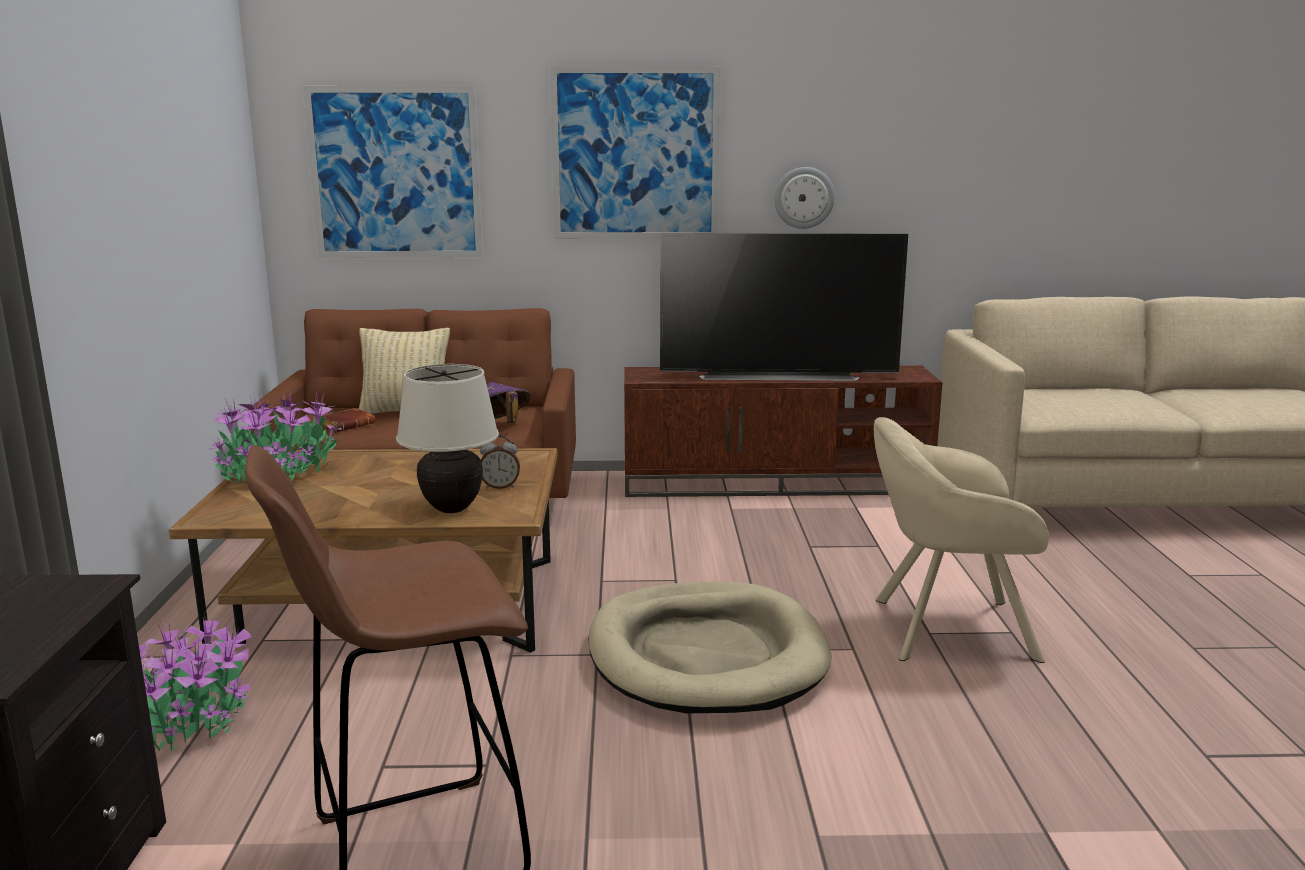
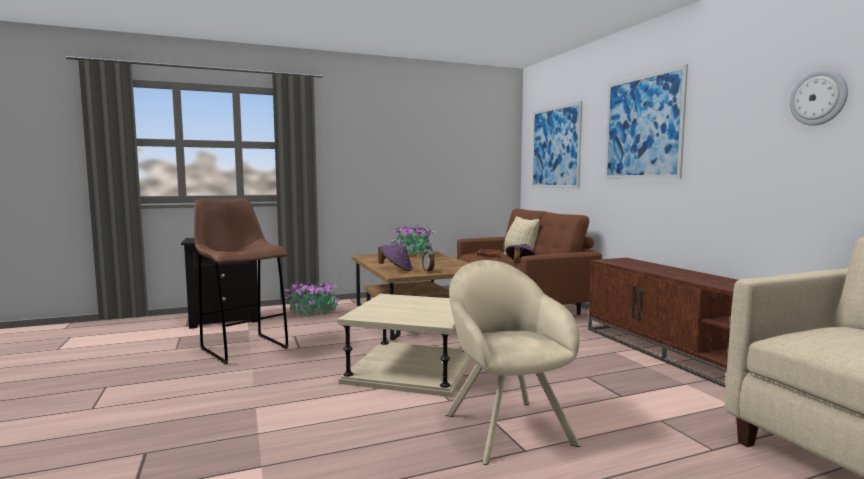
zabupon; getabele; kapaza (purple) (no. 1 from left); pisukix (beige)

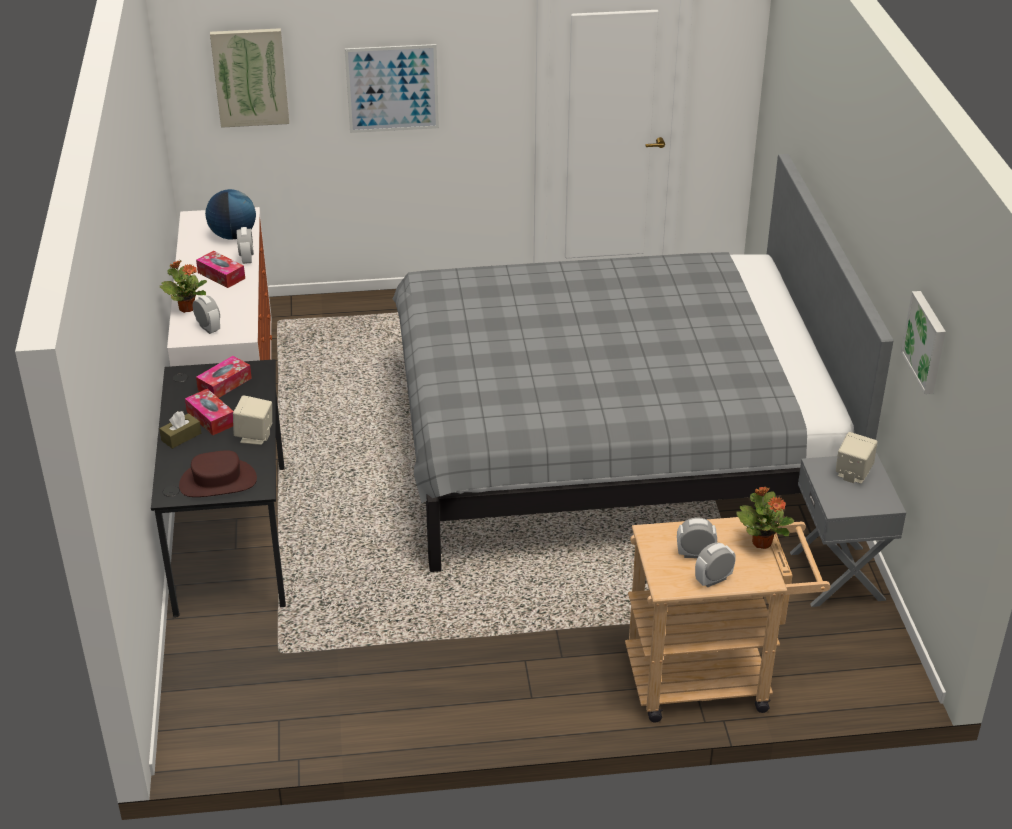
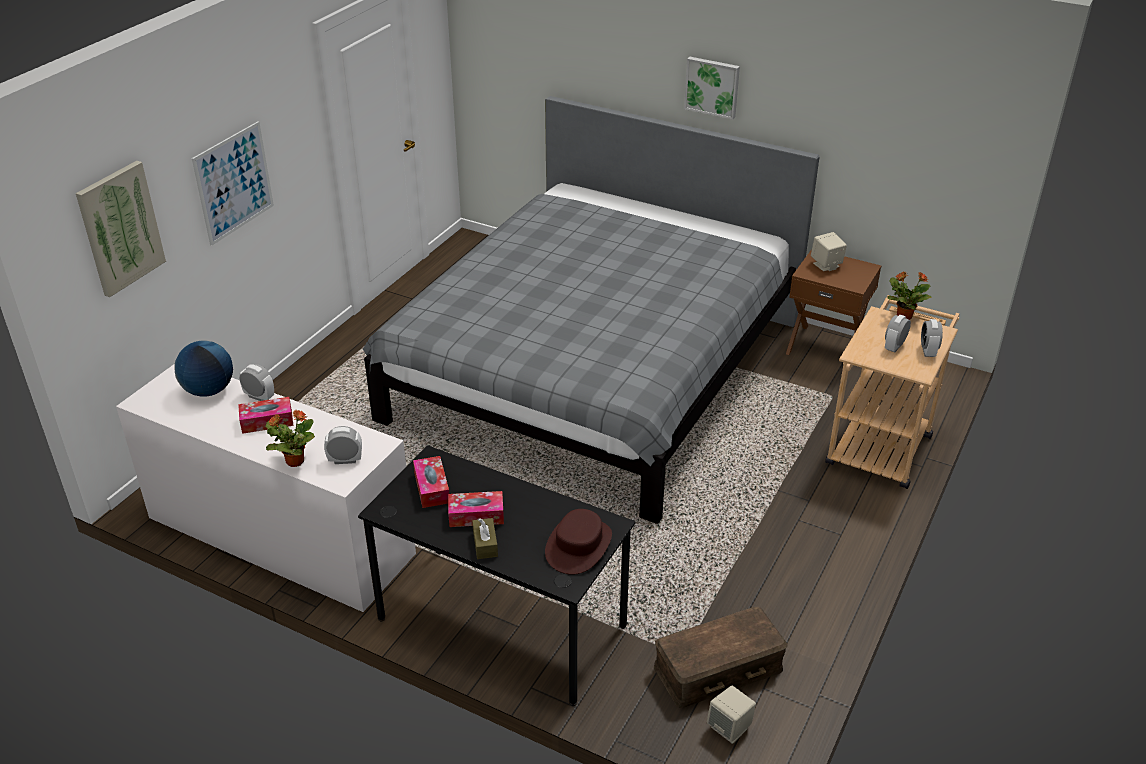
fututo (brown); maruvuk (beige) (no. 1 from left); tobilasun (no. 3 from left); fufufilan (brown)

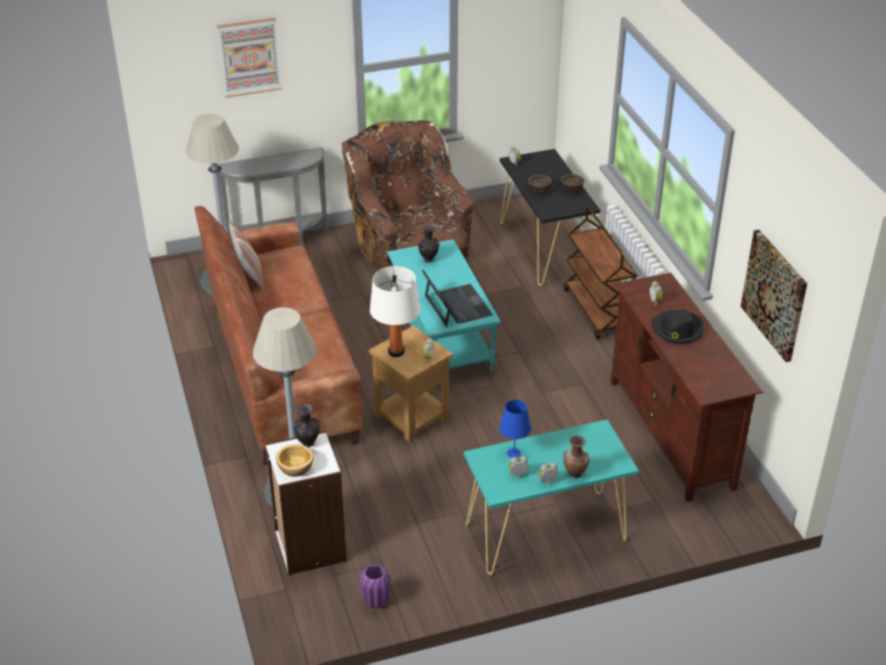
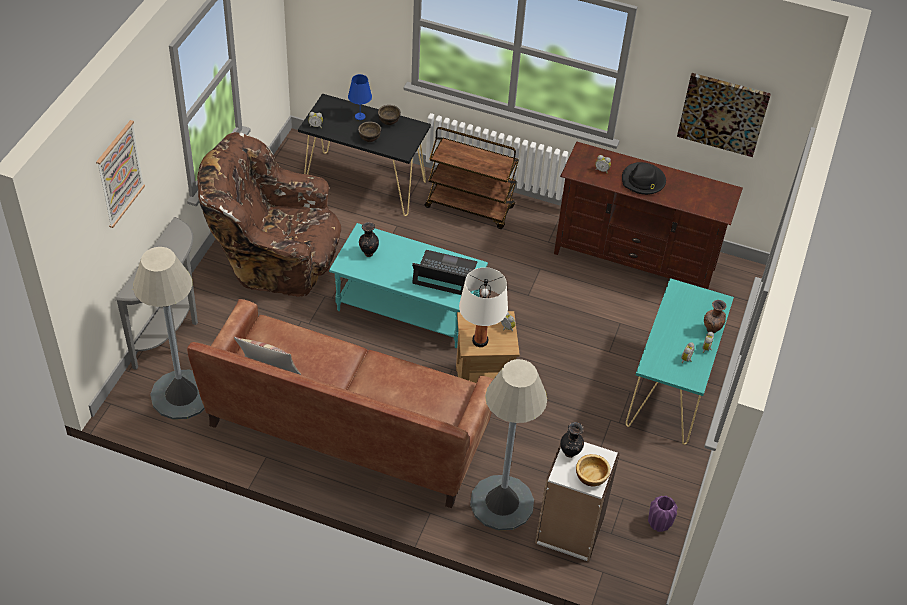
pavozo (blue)

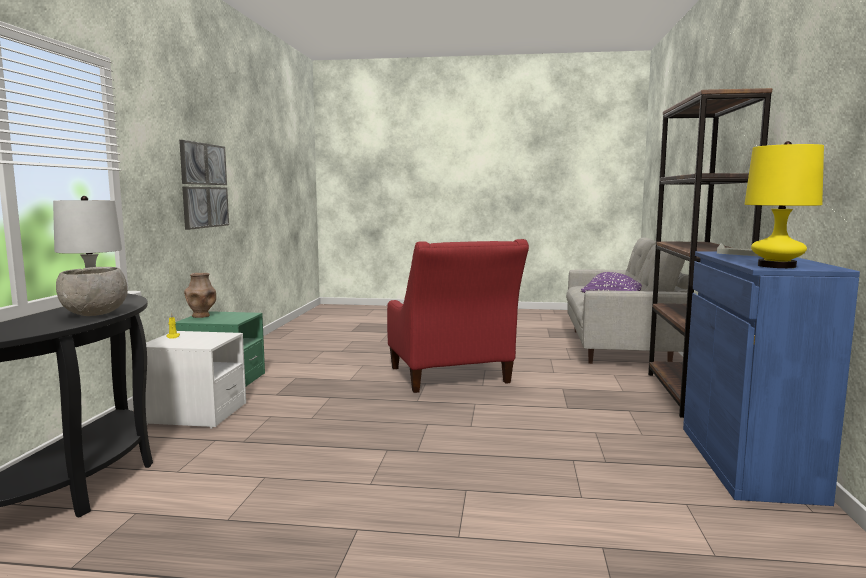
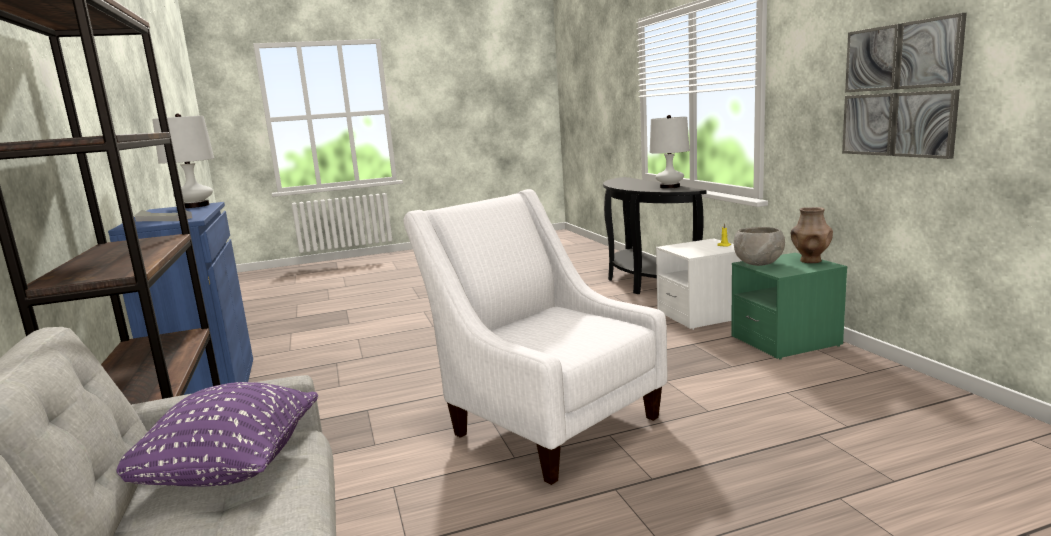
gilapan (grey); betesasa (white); pavozo (white) (no. 1 from left)

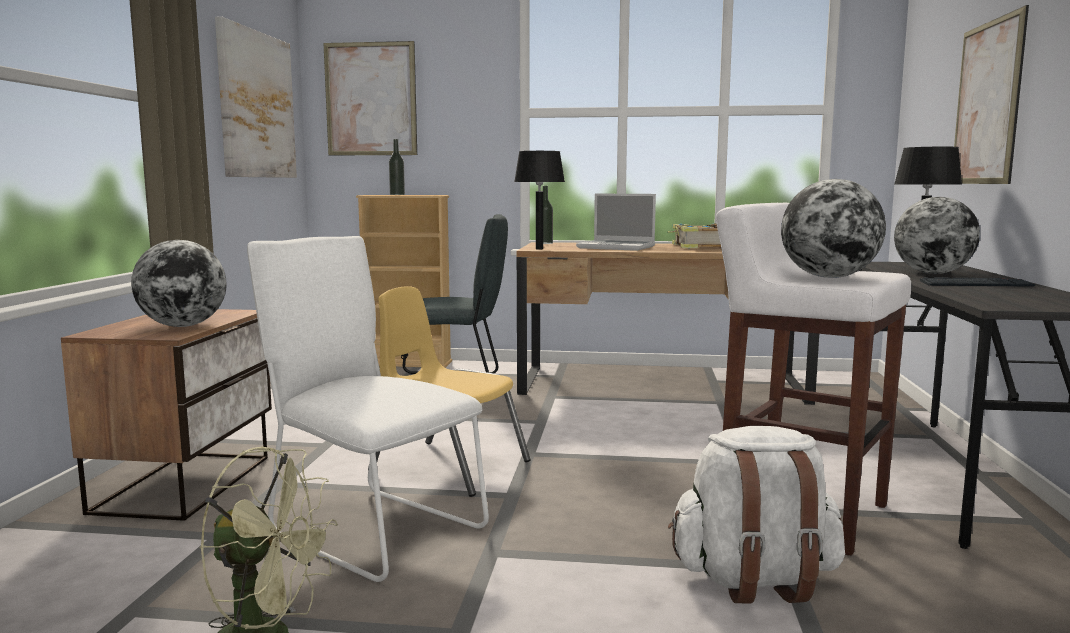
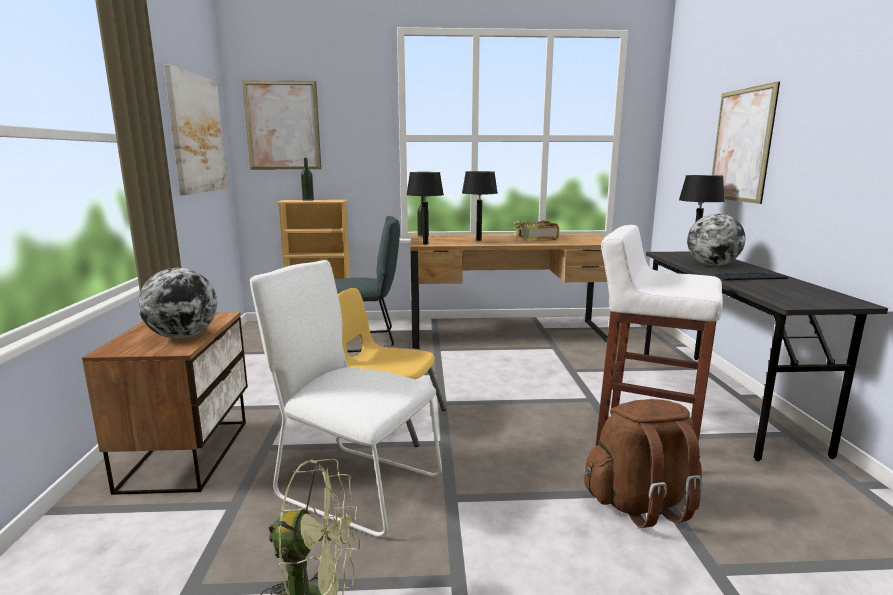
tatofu (no. 2 from left in the first image); pavozo (black) (no. 2 from left); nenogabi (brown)

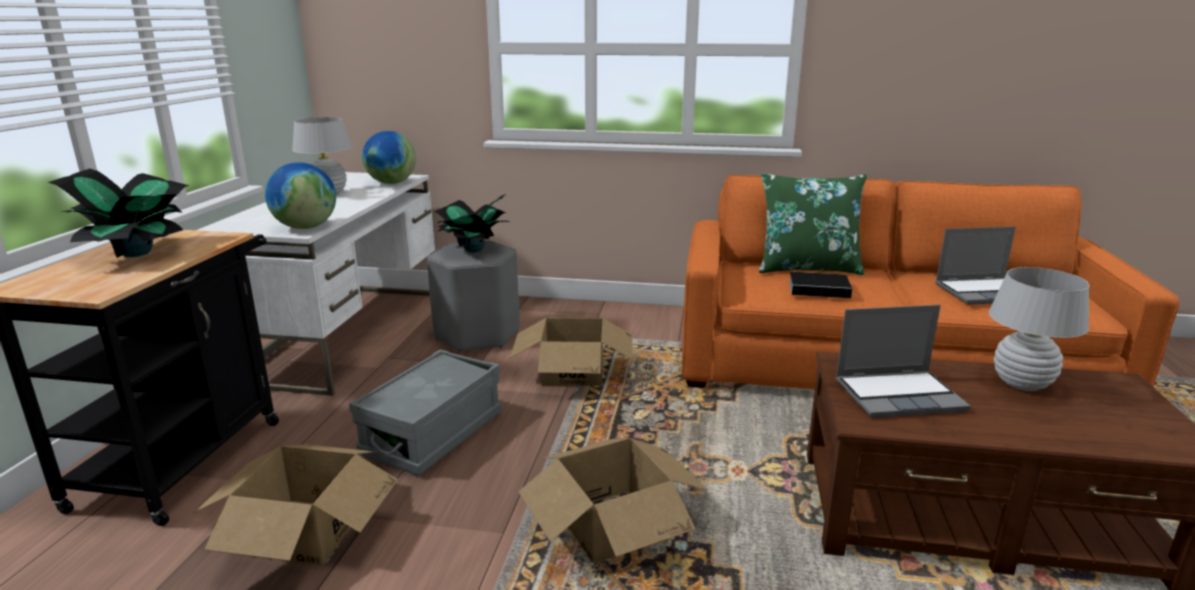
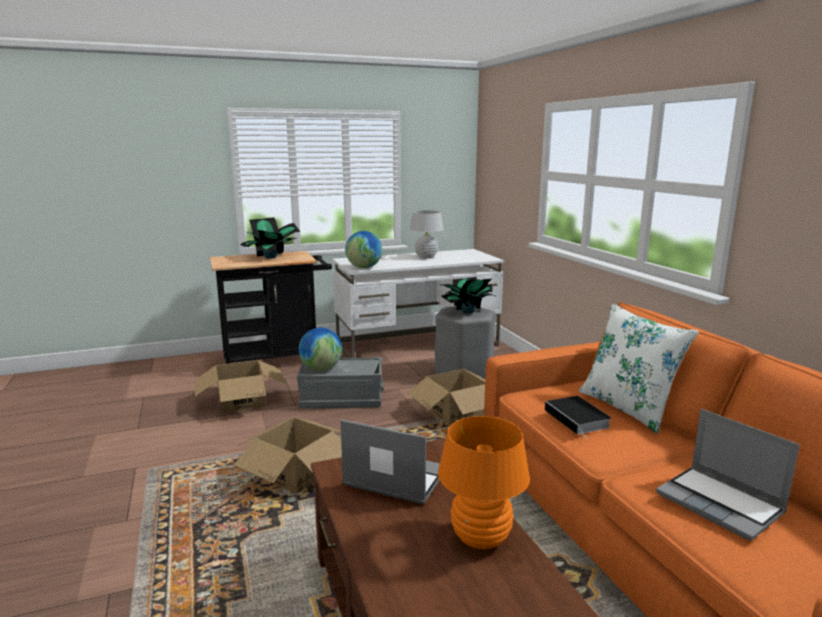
tatofu (no. 1 from left); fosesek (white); pavozo (orange); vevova (no. 1 from left)

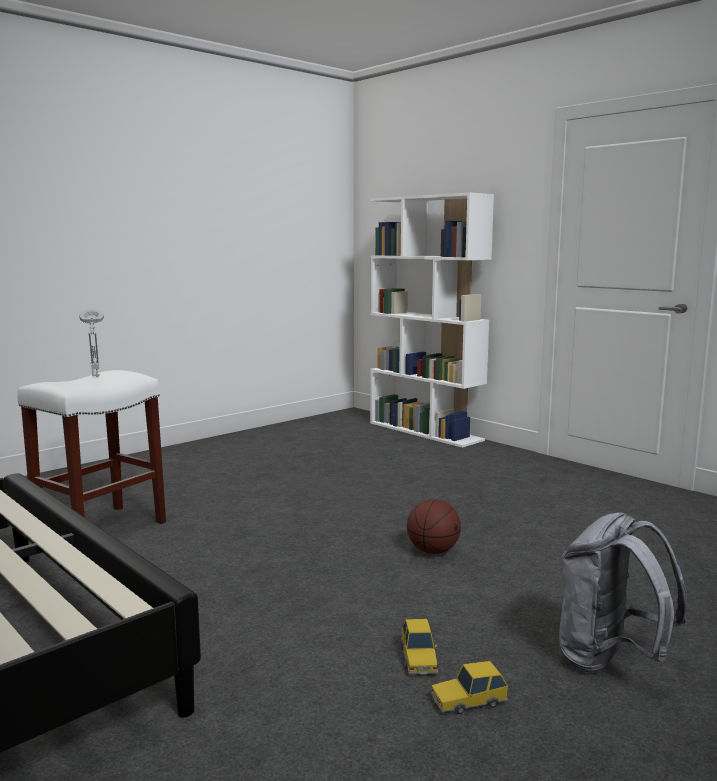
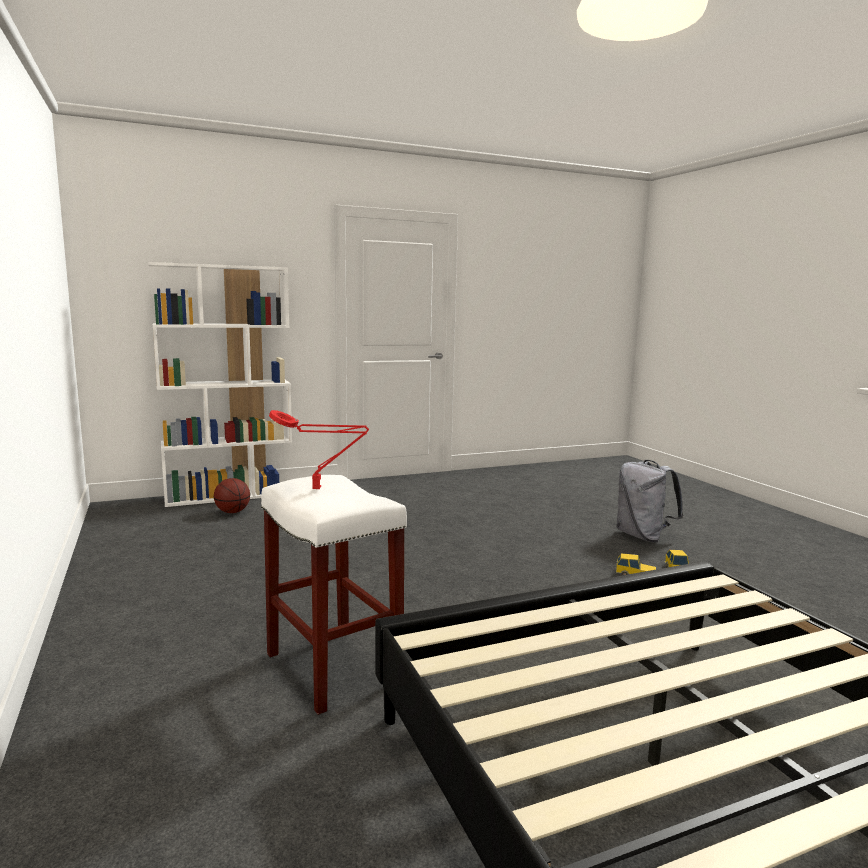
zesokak; pavozo (red)

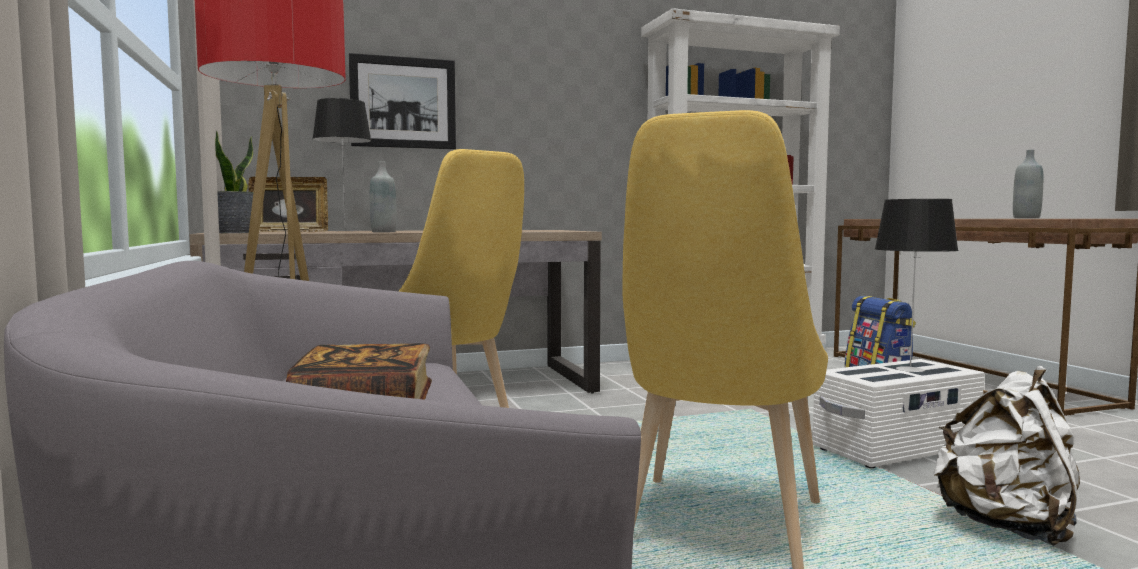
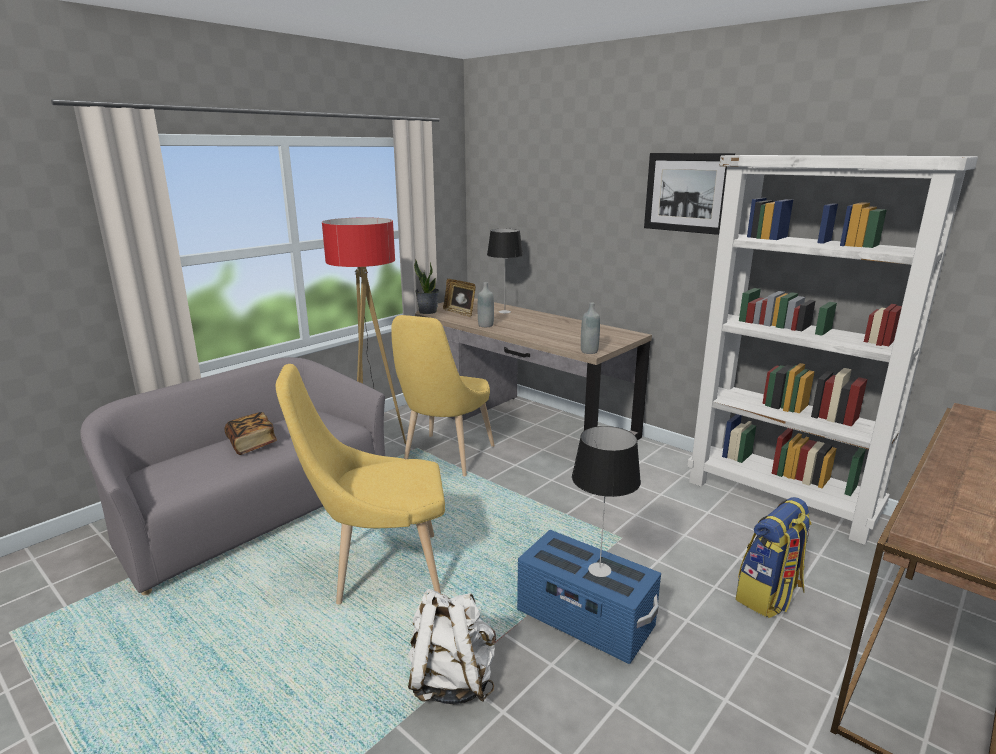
tobilasun; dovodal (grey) (no. 2 from left); fututo (blue)

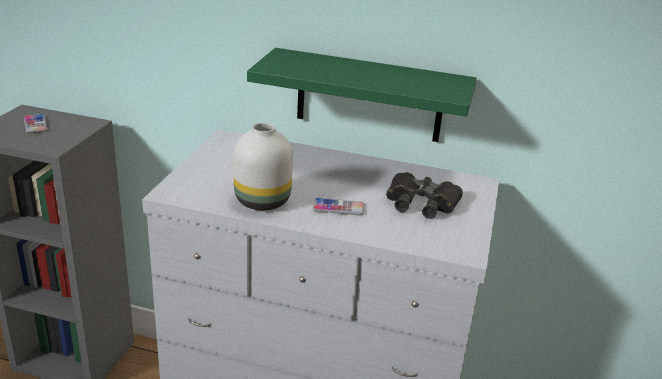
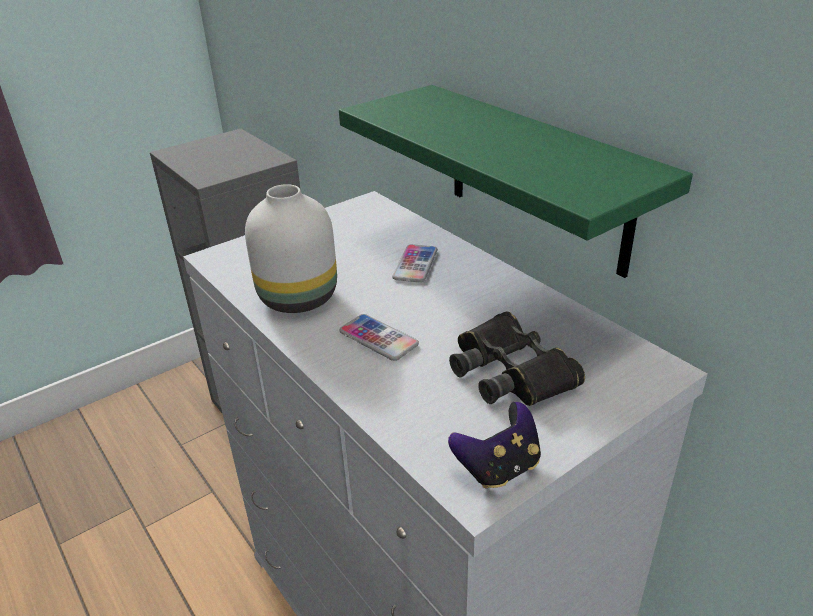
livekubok; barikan (no. 2 from left)

